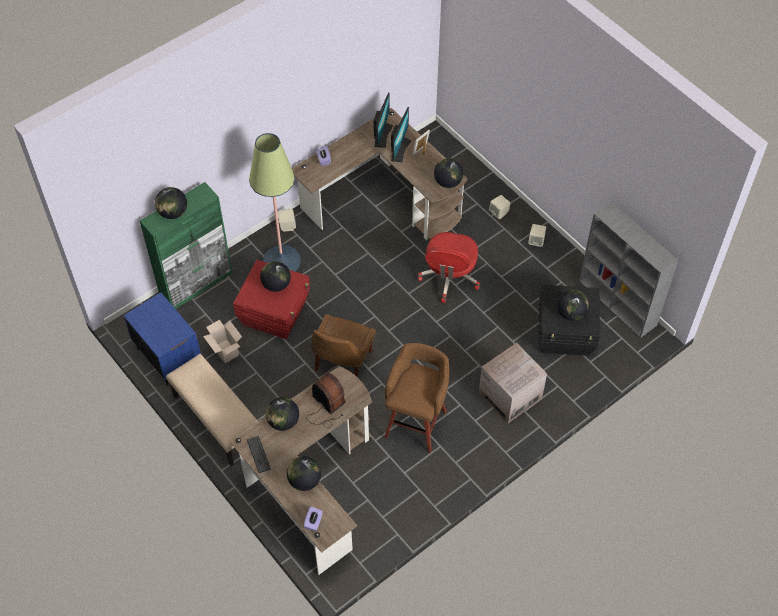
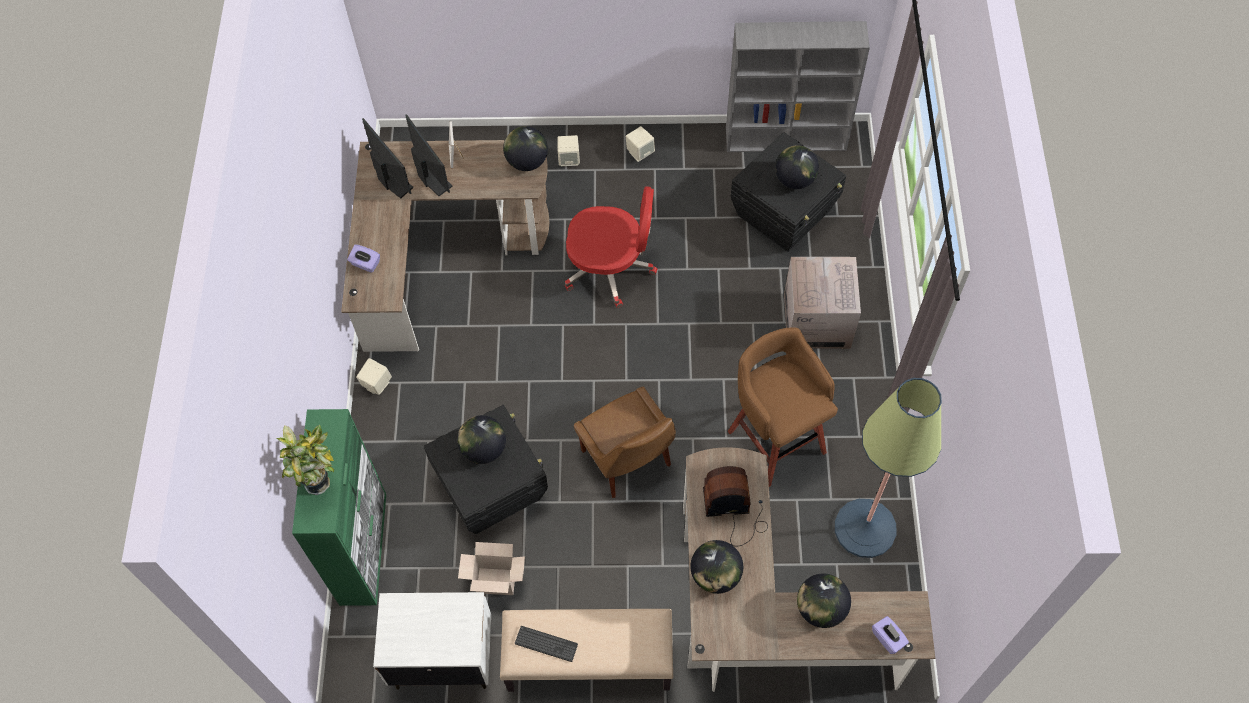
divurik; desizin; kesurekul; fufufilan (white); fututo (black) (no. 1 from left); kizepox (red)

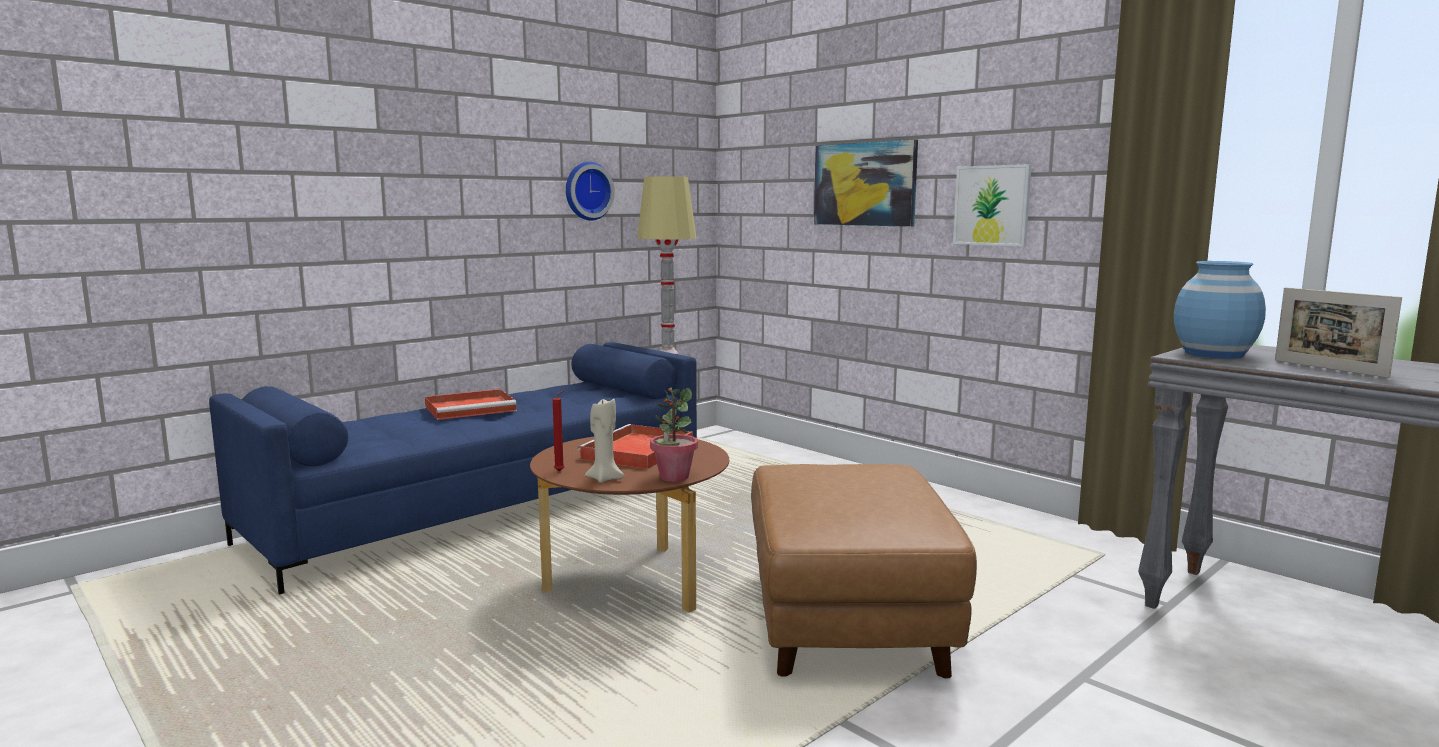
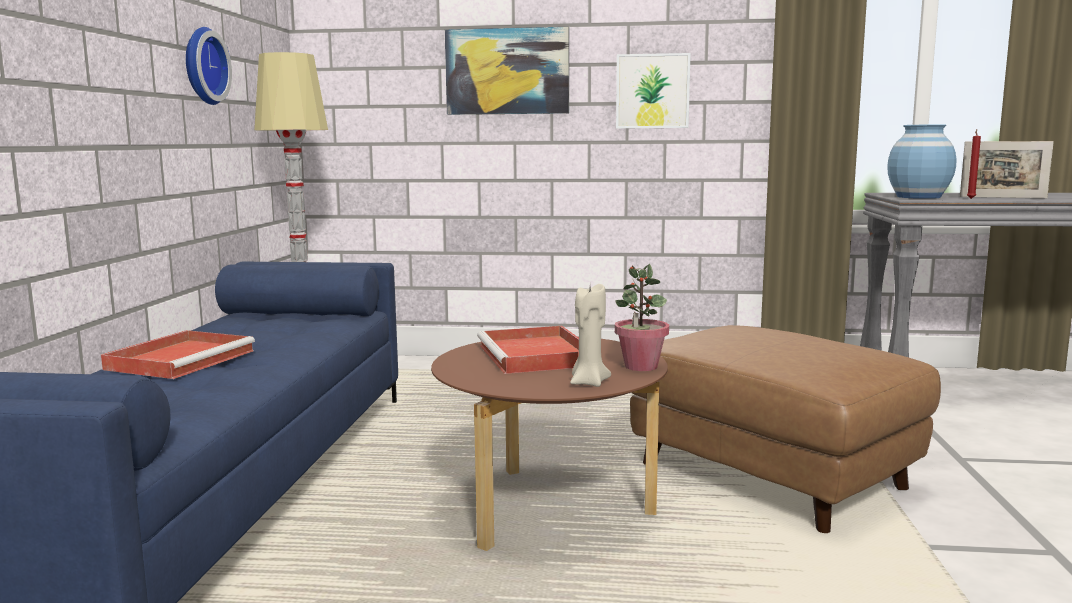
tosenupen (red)

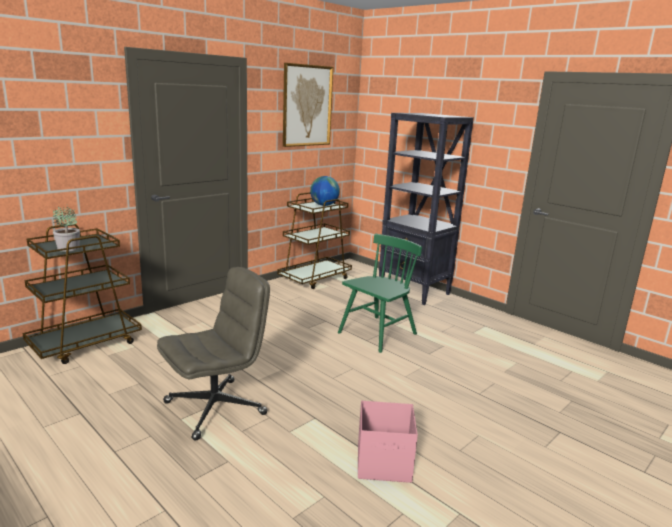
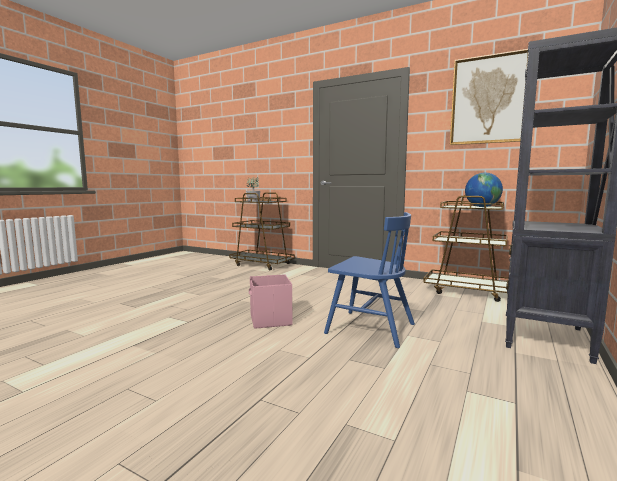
kizepox (grey); fututo (pink); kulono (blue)

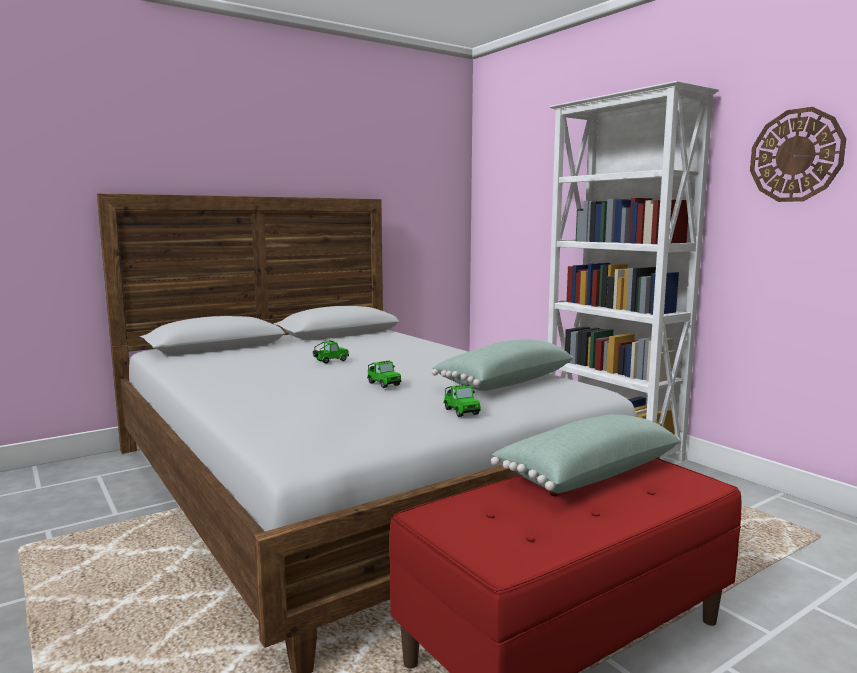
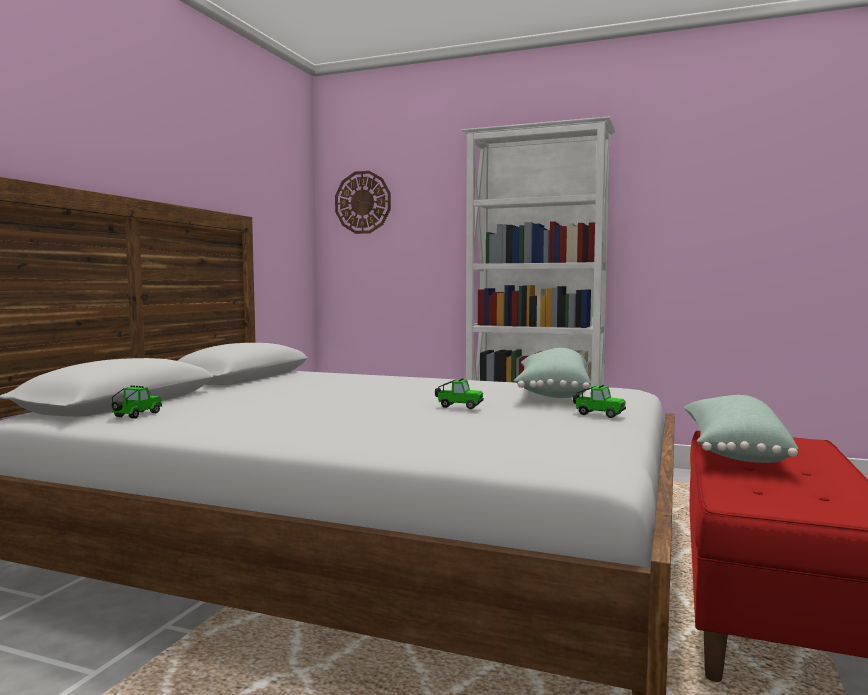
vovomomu (no. 1 from left); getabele

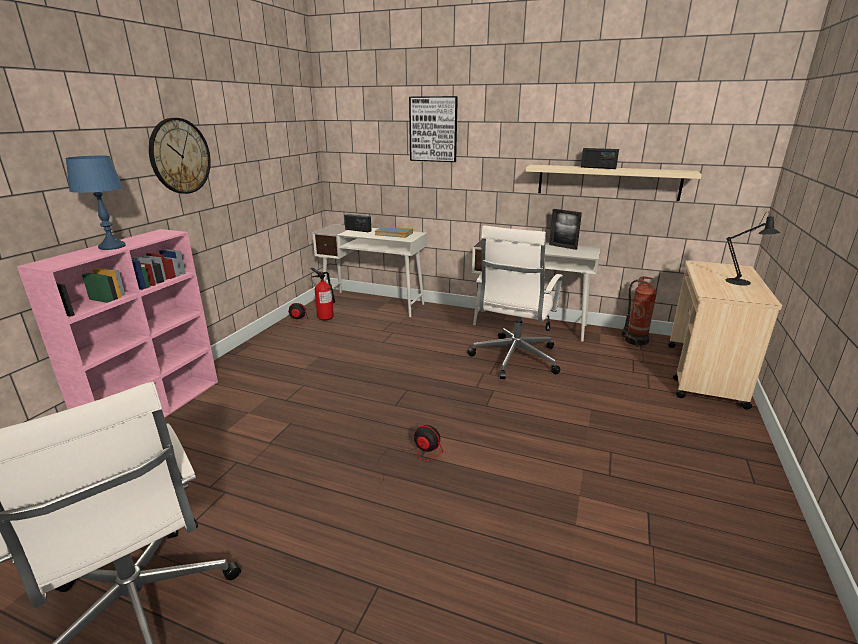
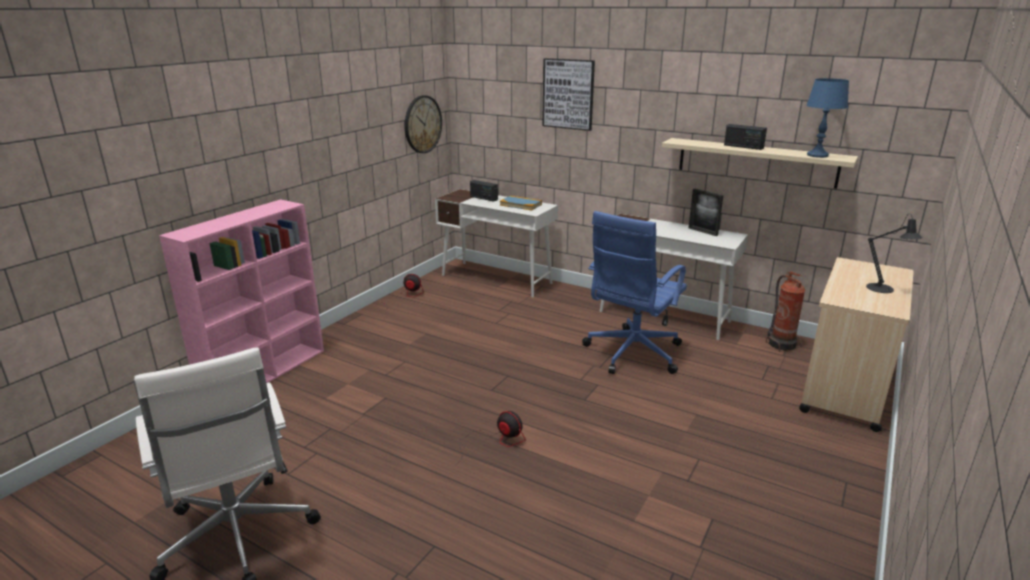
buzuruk (no. 1 from left in the first image); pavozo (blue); getabele; kizepox (blue)

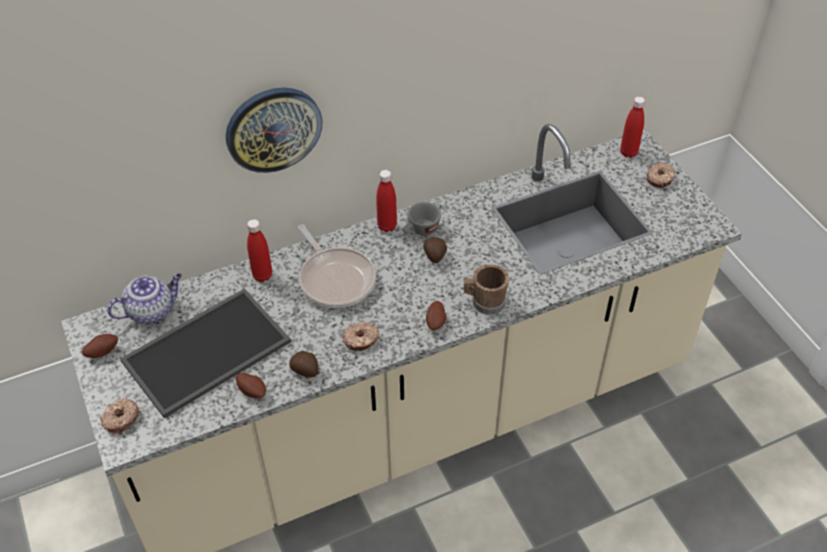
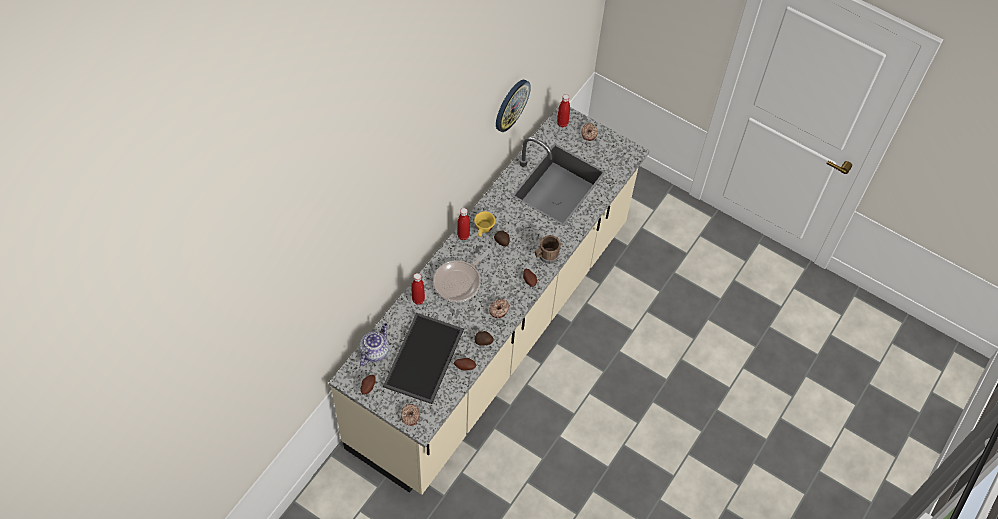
getabele; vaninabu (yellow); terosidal

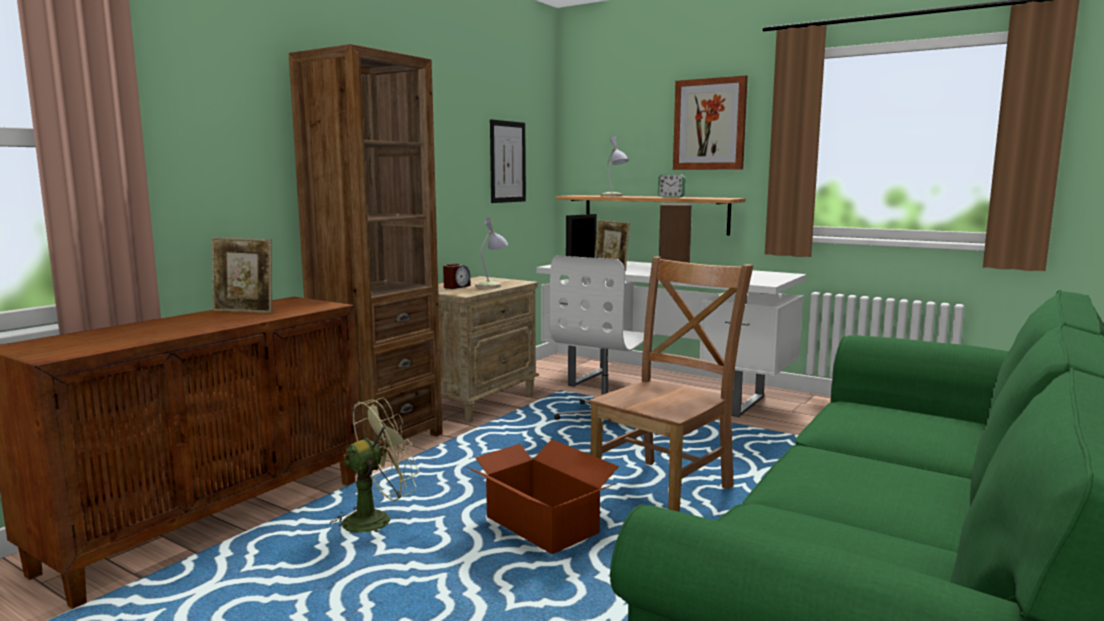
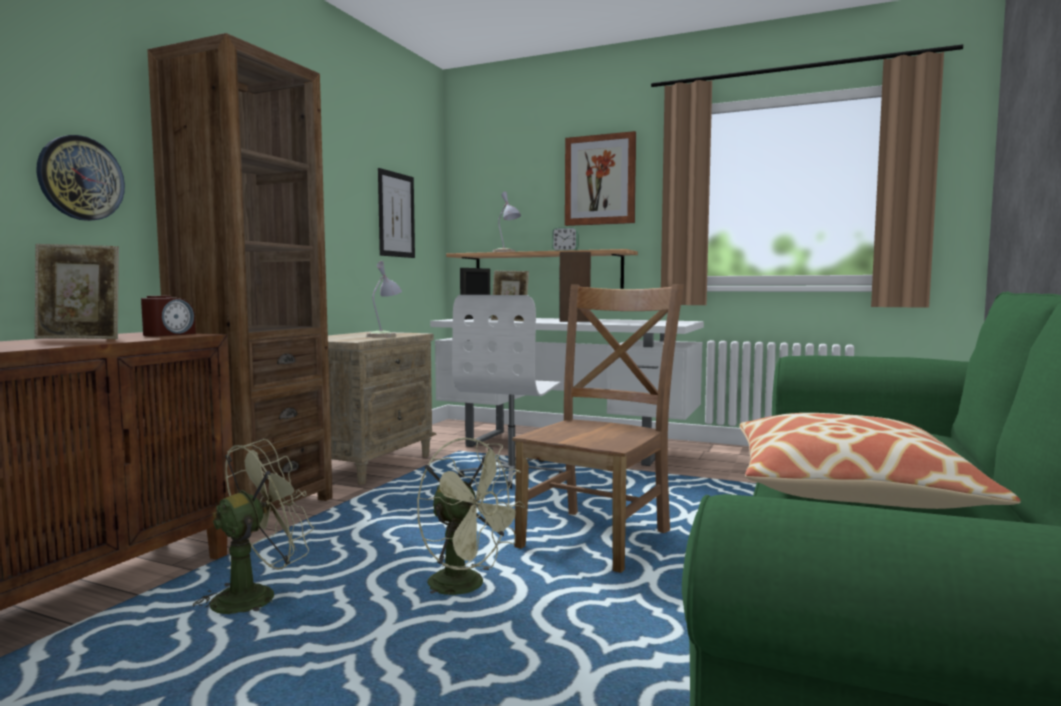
getabele; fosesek; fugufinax (no. 1 from left); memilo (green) (no. 2 from left)

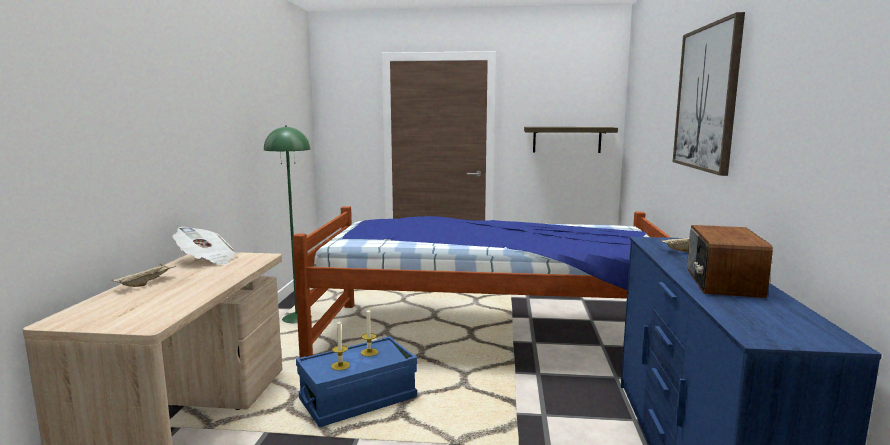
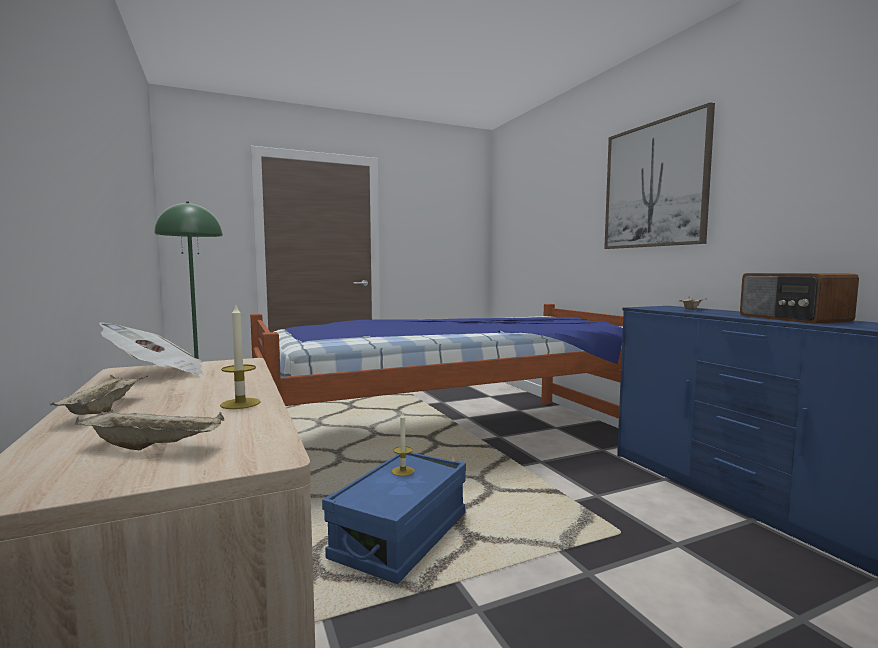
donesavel; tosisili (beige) (no. 2 from left); tosenupen (no. 1 from left)

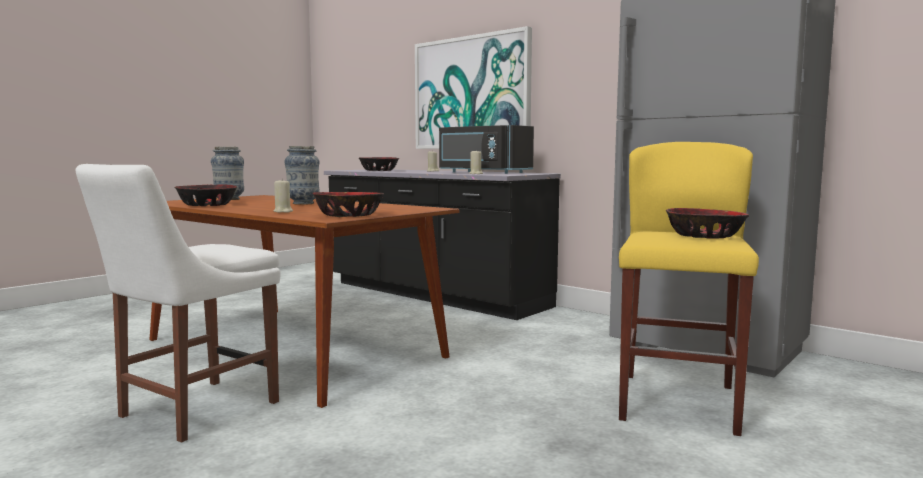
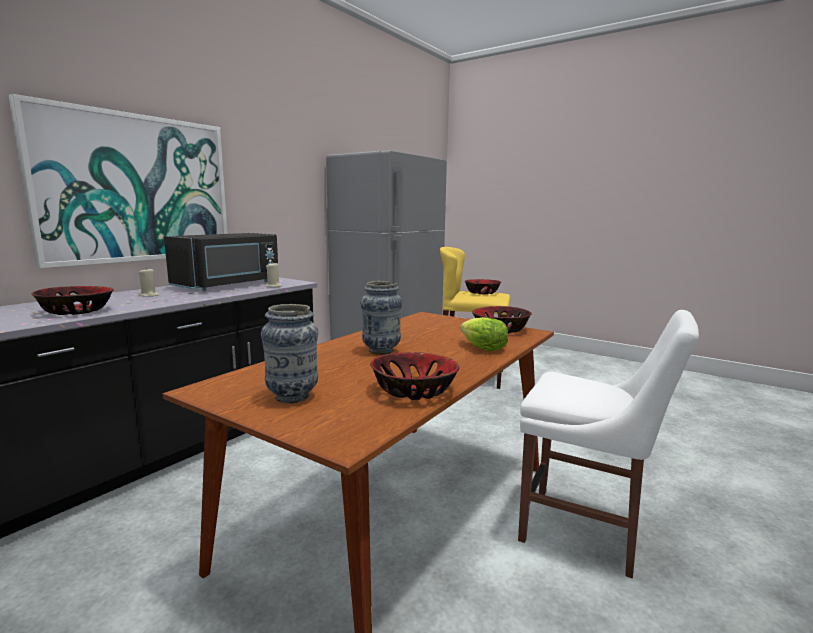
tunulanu

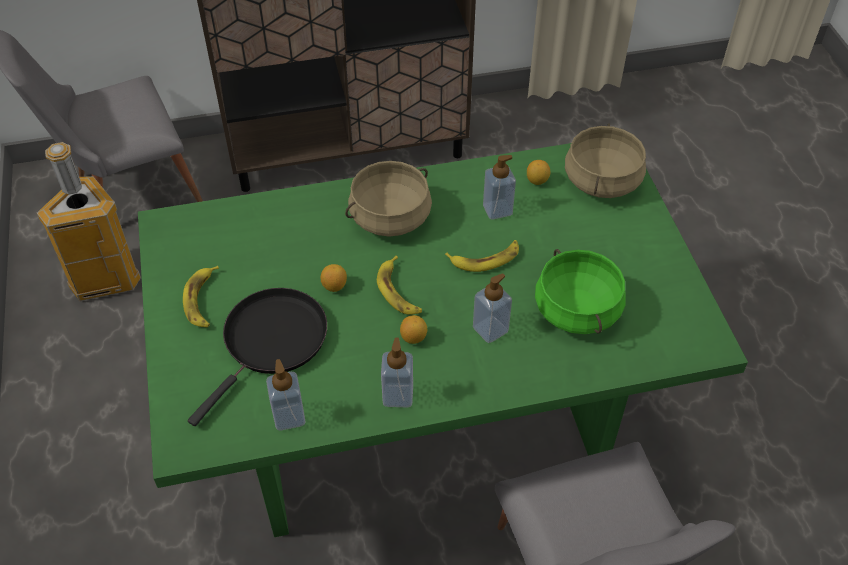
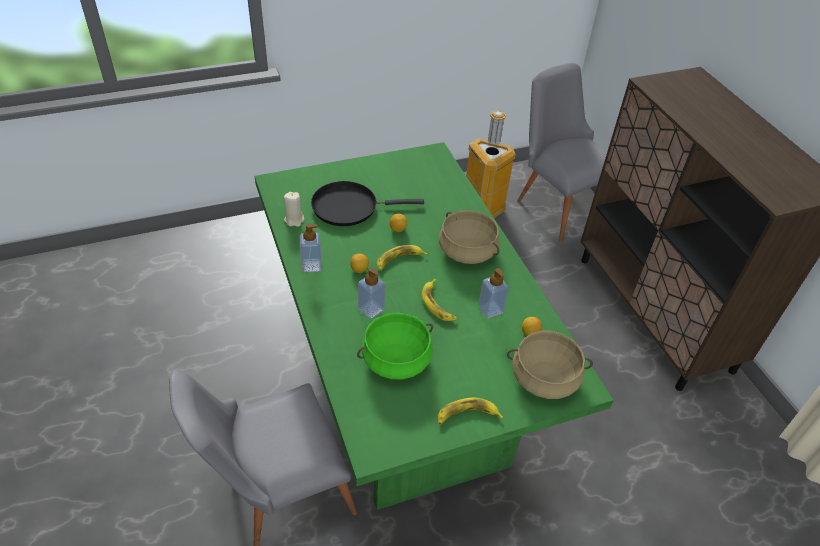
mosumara (no. 3 from left); tosenupen (beige); terosidal (black)

